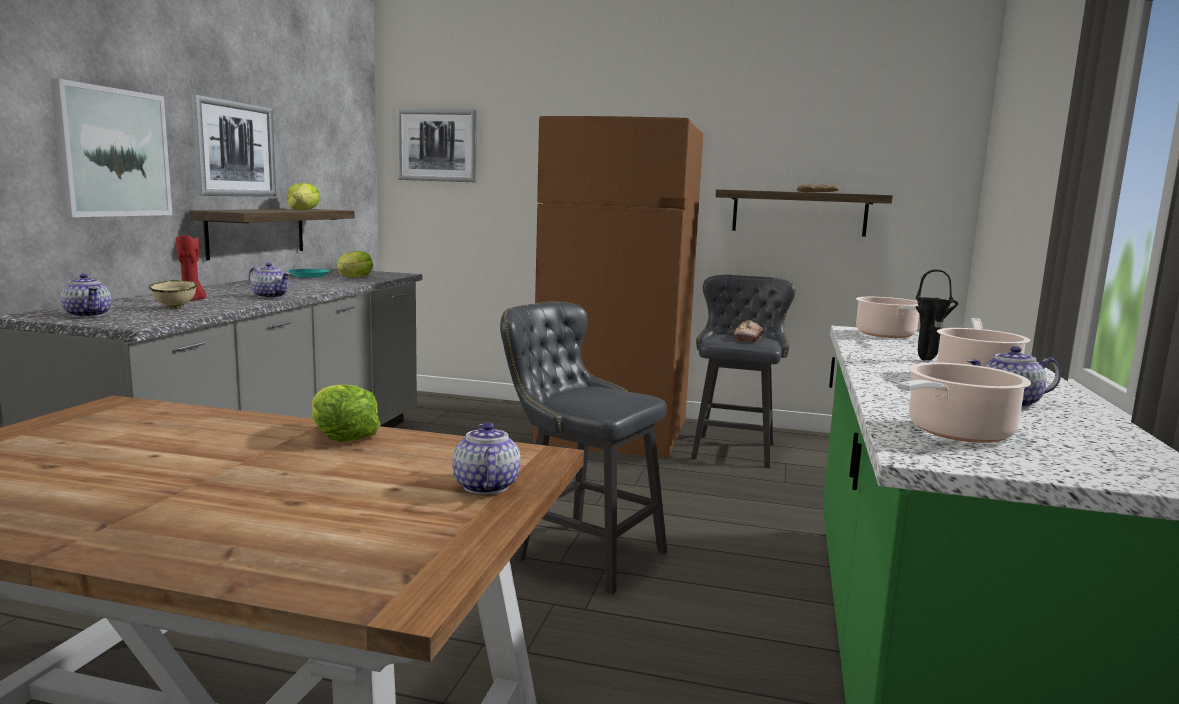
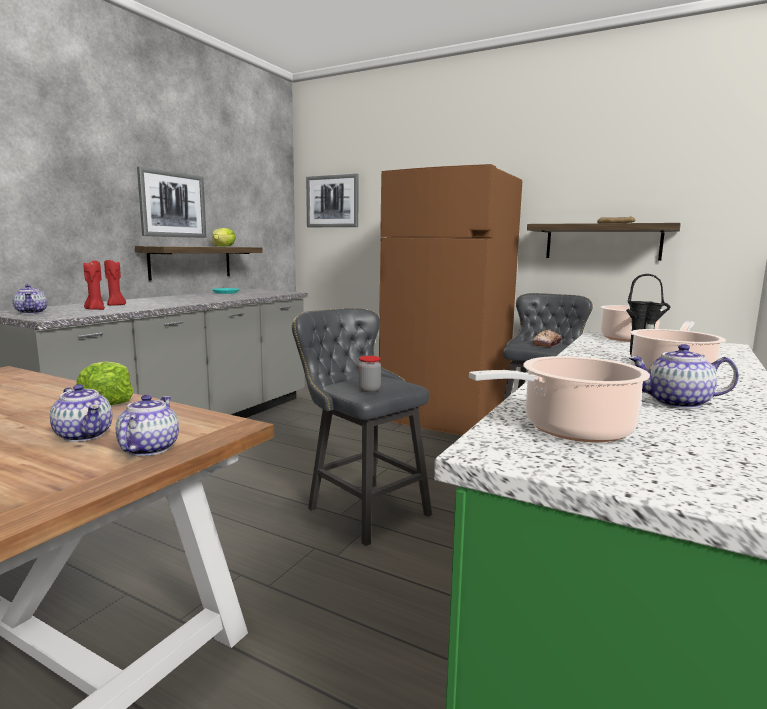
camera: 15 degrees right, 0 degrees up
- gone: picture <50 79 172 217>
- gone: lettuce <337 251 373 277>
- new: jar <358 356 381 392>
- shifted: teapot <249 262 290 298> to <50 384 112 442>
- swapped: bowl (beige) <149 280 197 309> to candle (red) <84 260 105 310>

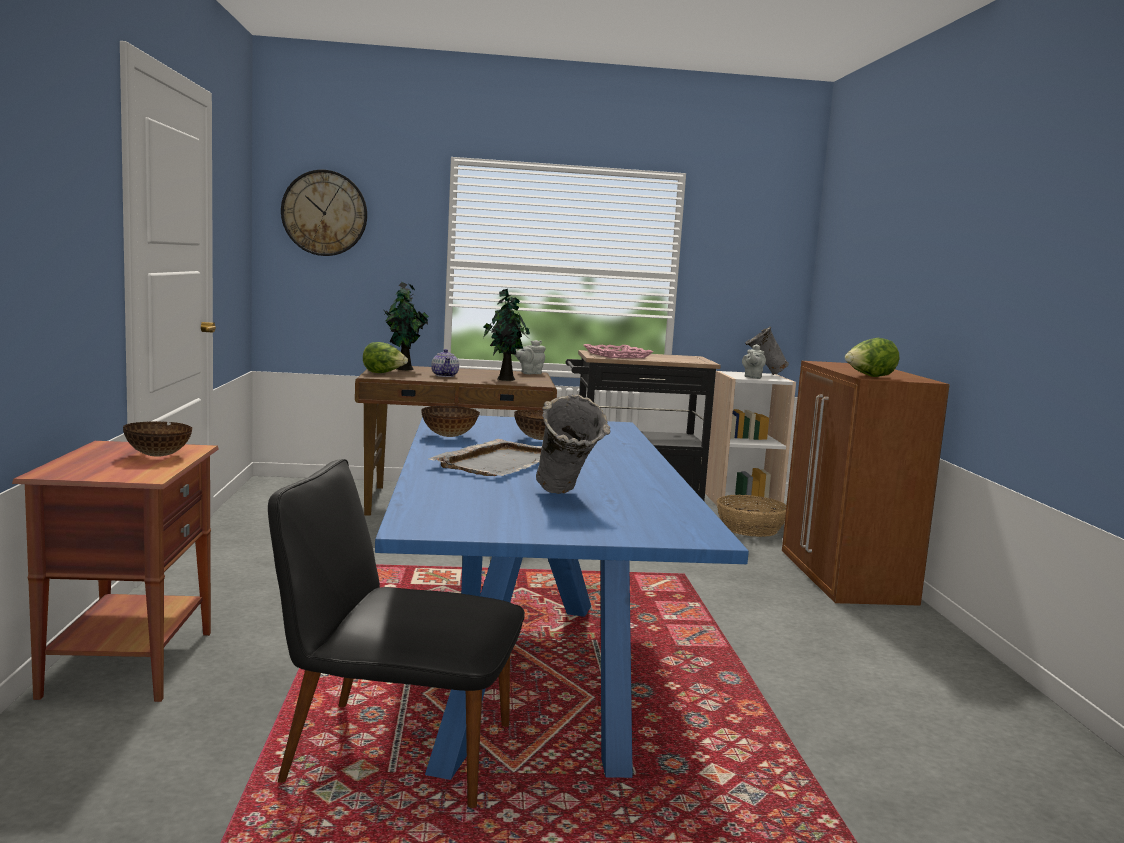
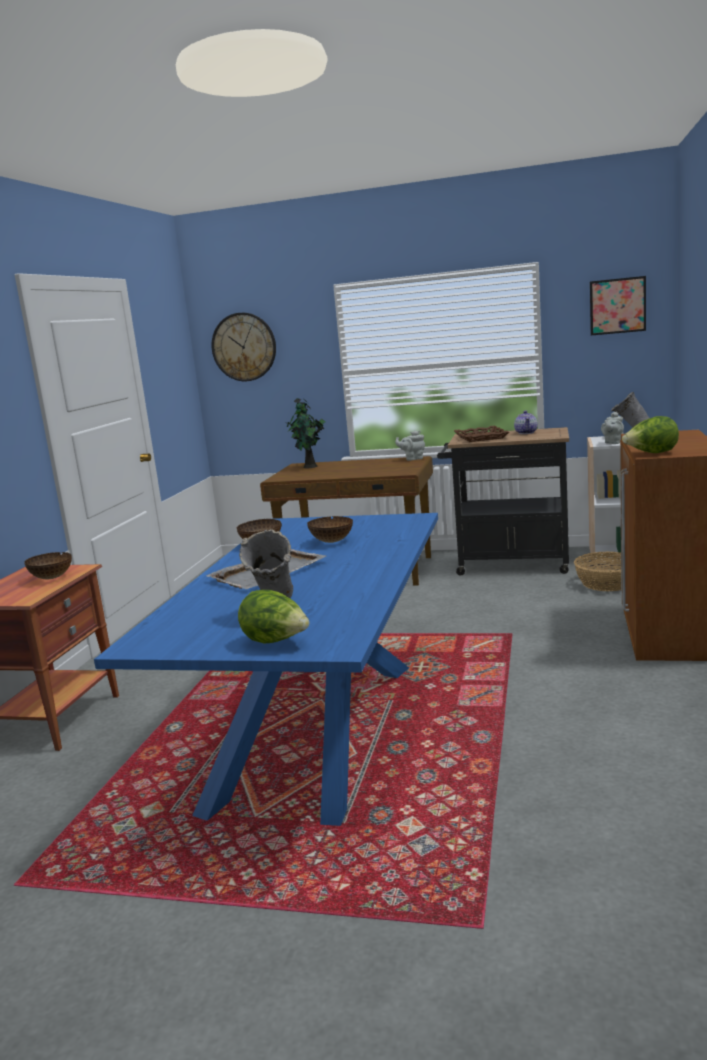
camera: 20 degrees right, 5 degrees up
- gone: chair (black) <268 459 525 808>
- gone: potted plant <483 289 530 381>
- new: picture <590 276 646 335>
- shifted: lettuce <363 342 408 373> to <238 590 309 643>
- shifted: teapot <431 349 459 377> to <514 411 538 434>
- repainted: tray (pink) <583 344 653 358> to tray (brown) <454 426 509 442>

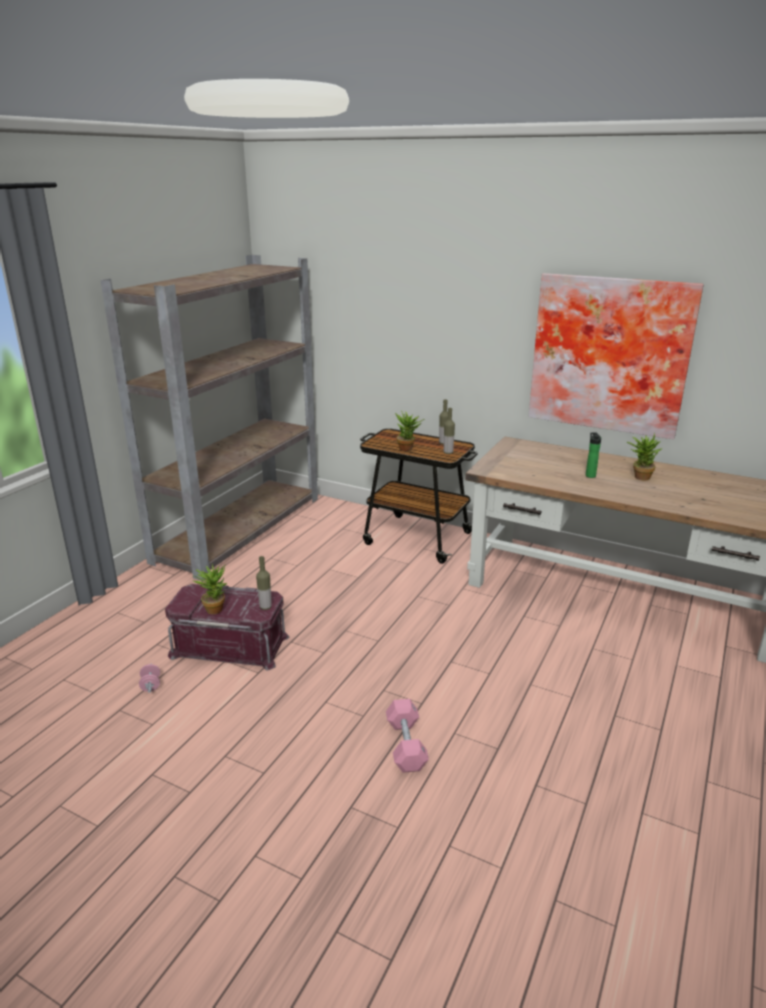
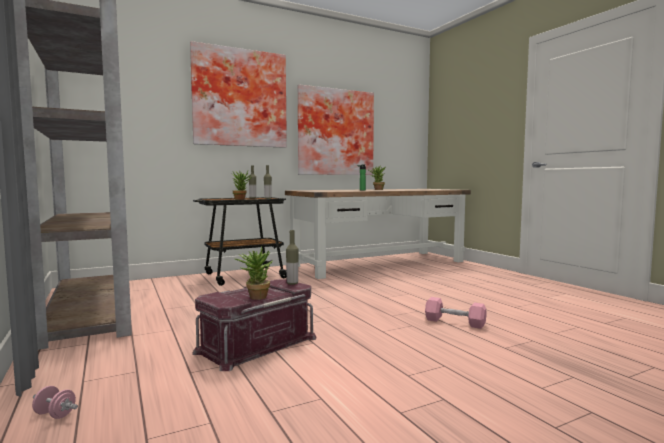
camera: 55 degrees left, 20 degrees down
- new: picture <190 41 287 148>
- shifted: dumbbell (pink) <139 664 160 693> to <32 386 78 419>

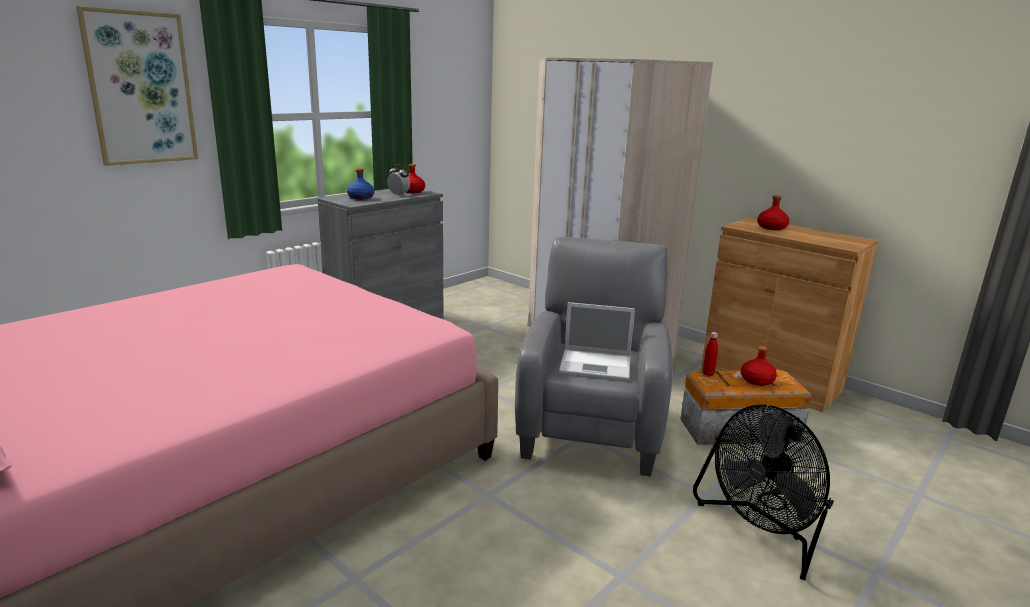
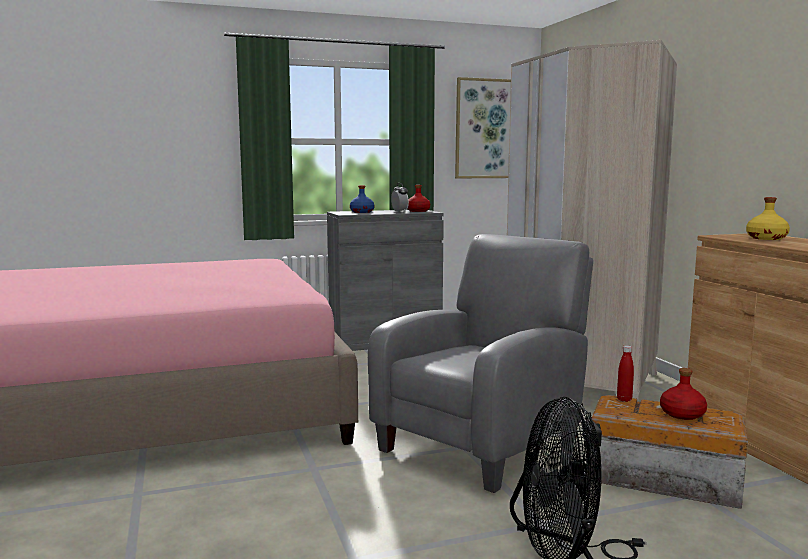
camera: 30 degrees right, 10 degrees down
- gone: laptop <559 302 635 381>
- shifted: picture <76 6 198 166> to <455 77 511 178>
- repainted: bottle (red) <757 196 789 230> to bottle (yellow) <746 197 790 240>

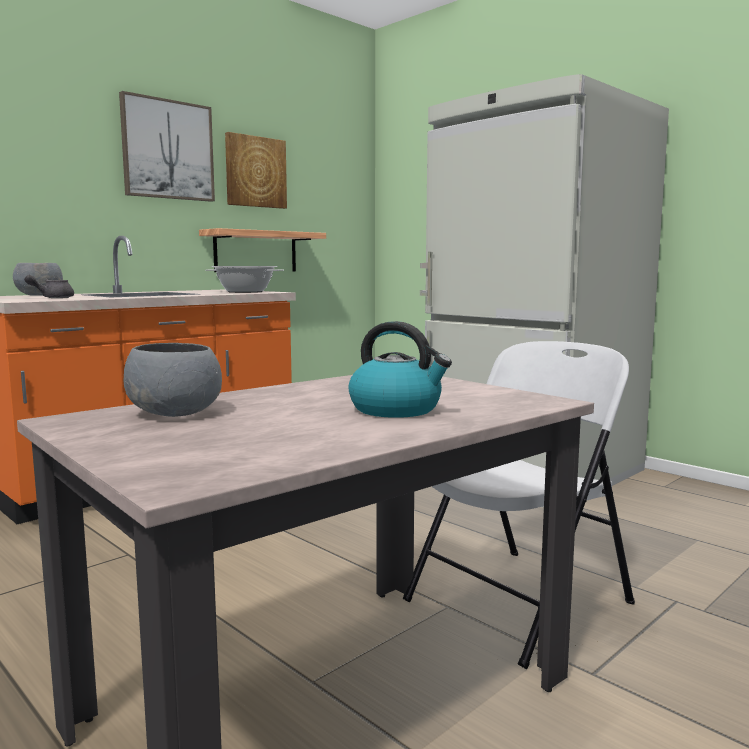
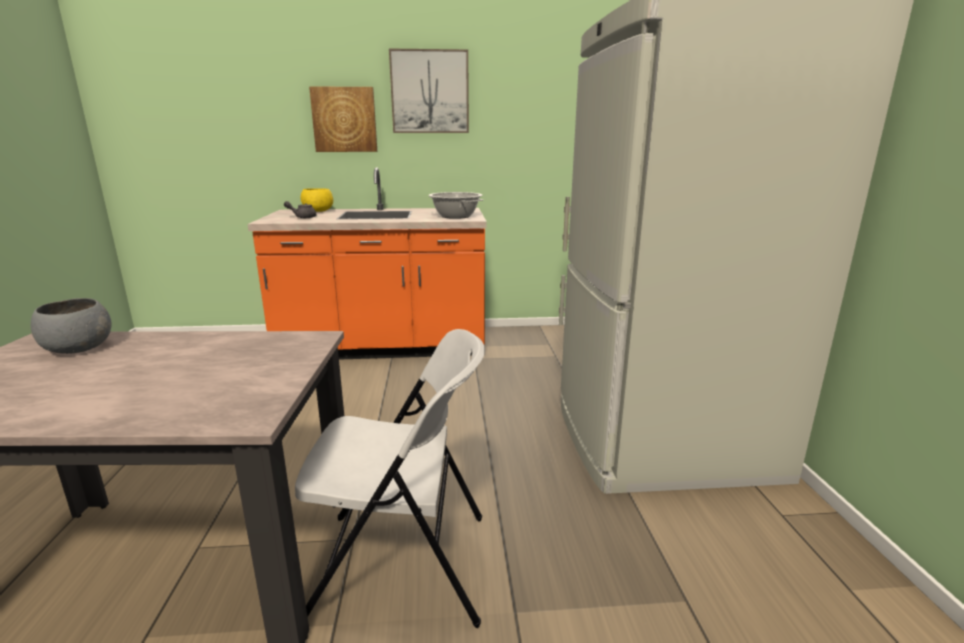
camera: 40 degrees right, 10 degrees up
- gone: shelf <199 228 326 272>
- gone: kettle <348 321 452 418>
- shifted: picture <225 132 287 209> to <309 86 377 152>
- repainted: bowl (grey) <13 263 63 296> to bowl (yellow) <301 188 333 212>

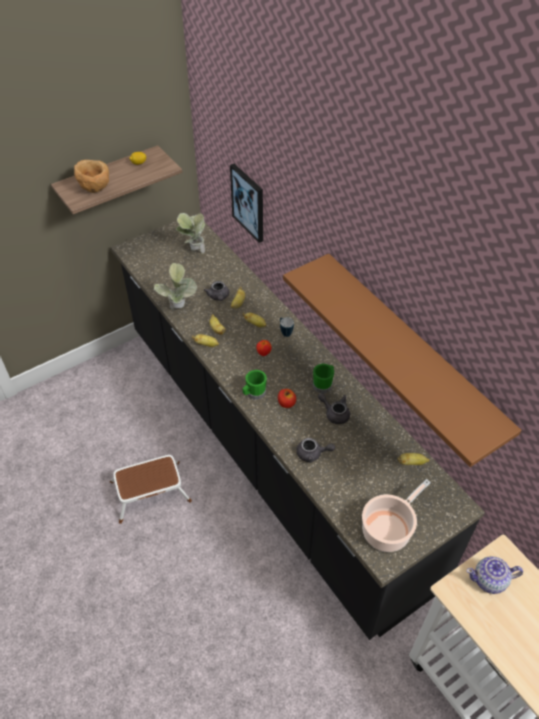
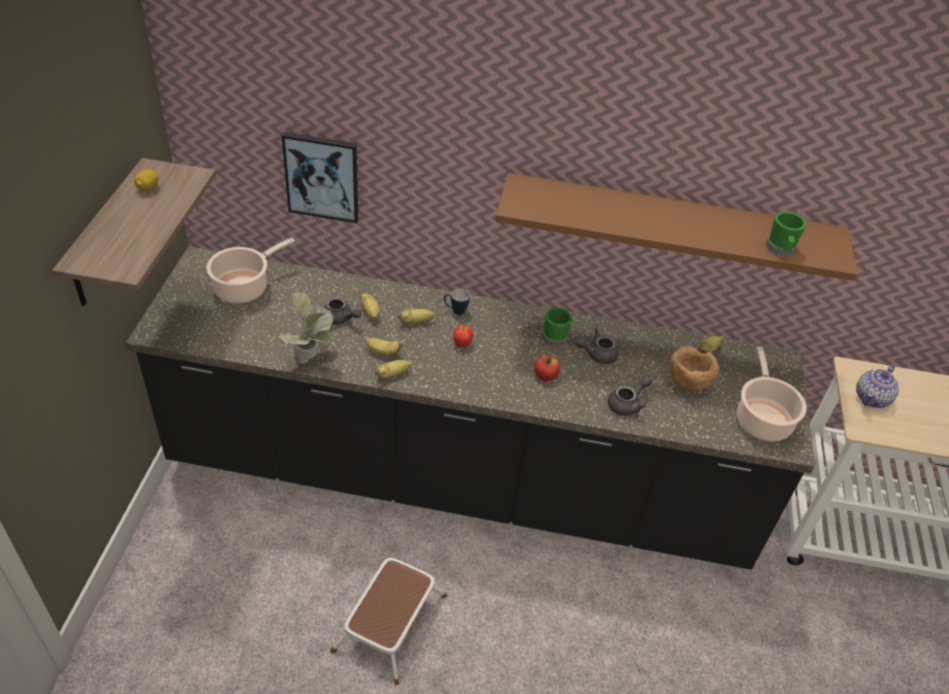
camera: 50 degrees left, 5 degrees down
- shifted: bowl (brown) <74 160 109 193> to <669 346 719 391>
- shifted: mug (green) <242 370 267 400> to <766 211 807 256>
- swapped: potted plant <176 213 205 254> to cooking pot <207 238 295 303>

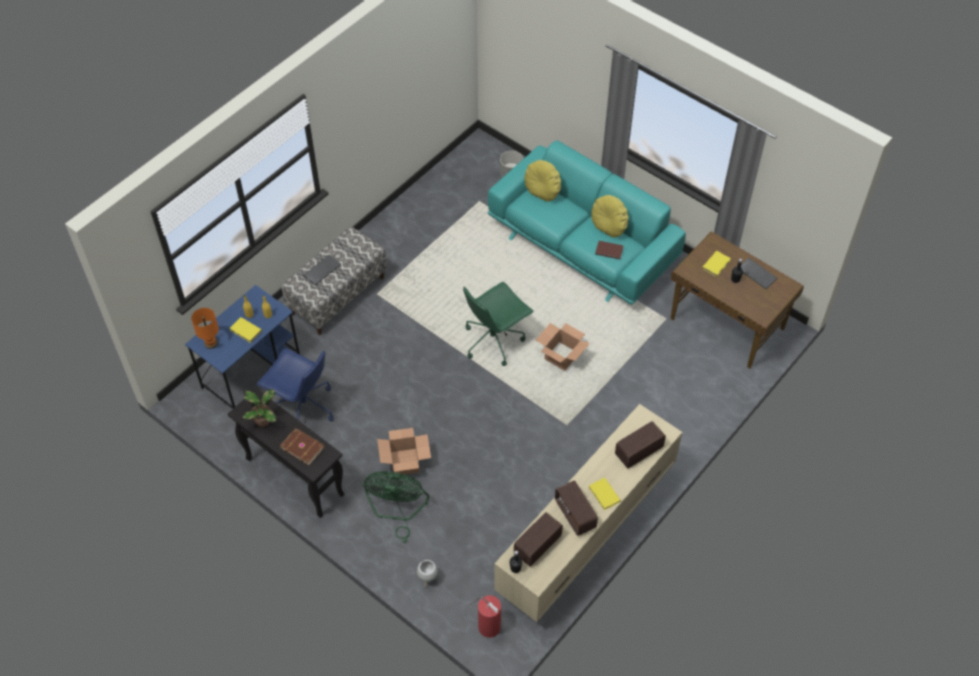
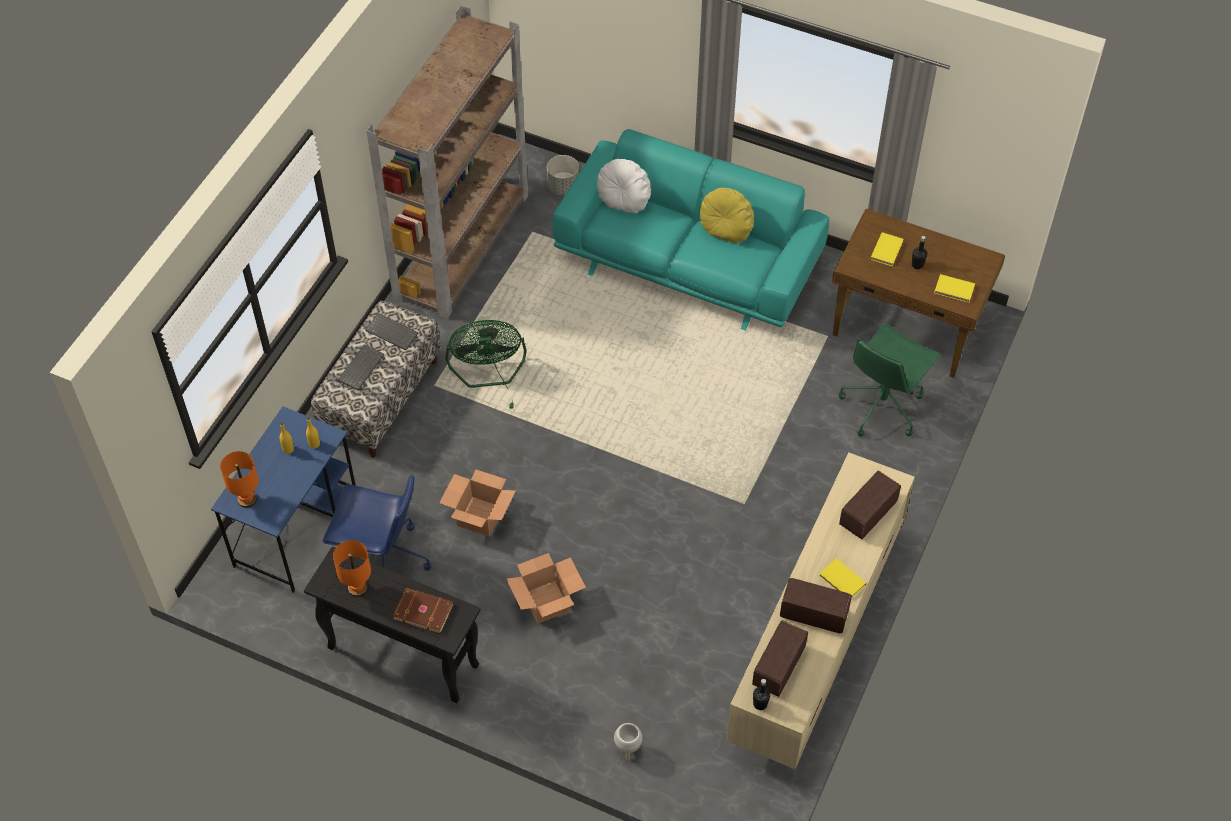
camera: 15 degrees left, 0 degrees up
- gone: fire extinguisher <469 595 501 638>
- gone: book (brown) <595 241 624 259>
- new: bookcase (brown) <366 6 528 319>
- shifted: book (yellow) <229 317 262 343> to <934 274 975 303>
- shifted: fan (green) <362 472 429 543> to <445 320 527 410>
- shifted: office chair (green) <463 282 534 366> to <839 324 941 437>
- shifted: cardboard box <536 323 590 371> to <439 470 516 536>
- shifted: keyboard <741 258 777 289> to <365 313 419 350>
- swapped: potted plant <243 389 277 427> to table lamp (orange) <333 540 371 597>
- repainted: pillow (yellow) <525 160 561 202> to pillow (white) <597 159 651 214>
- rotated: radio <555 480 598 536> = <780 578 852 633> 150 degrees clockwise

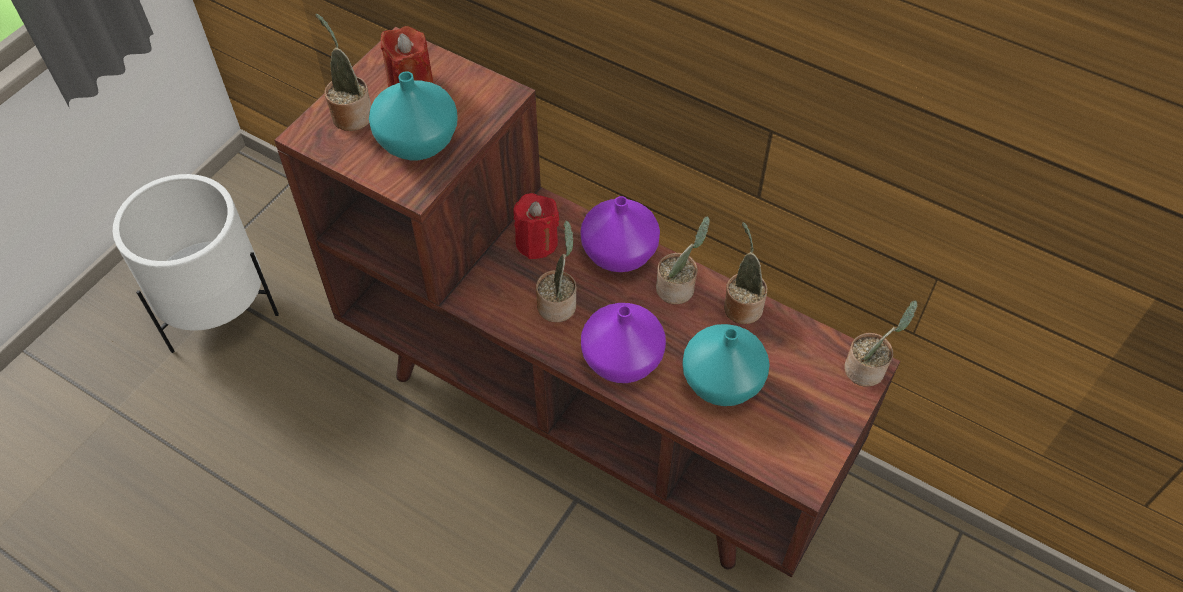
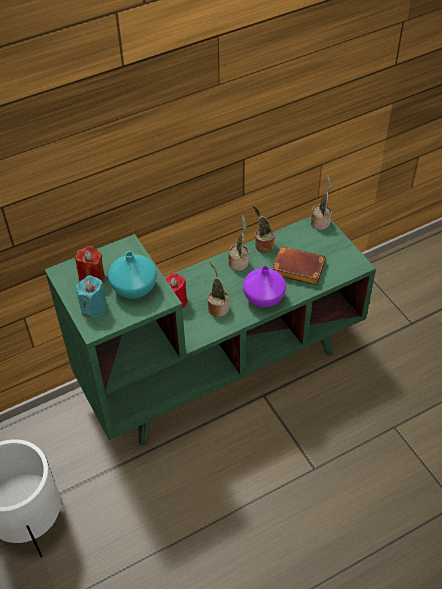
camera: 60 degrees left, 5 degrees down
- gone: vase (purple) <580 196 660 272>
- swapped: potted plant <315 14 371 131> to candle (turquoise) <76 276 107 317>
- swapped: vase (turquoise) <682 324 770 406> to book (brown) <272 246 326 285>
- repainted: tv stand (brown) <274 27 900 578> to tv stand (green) <44 216 376 445>

